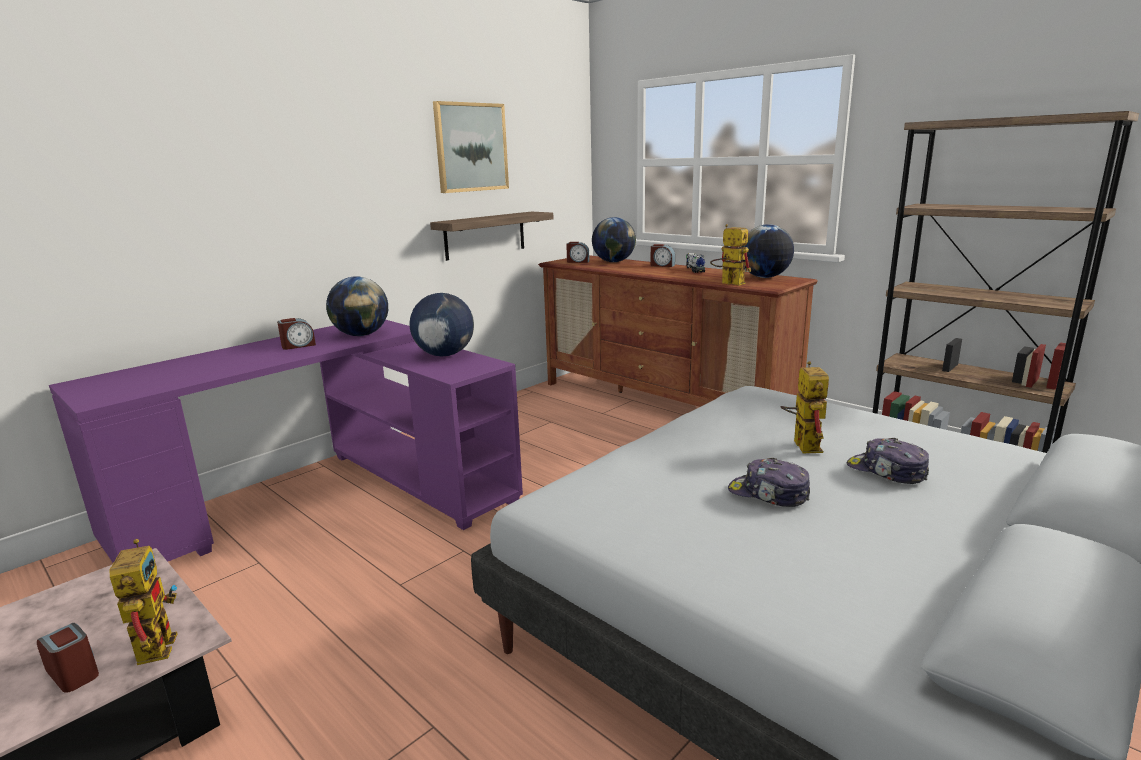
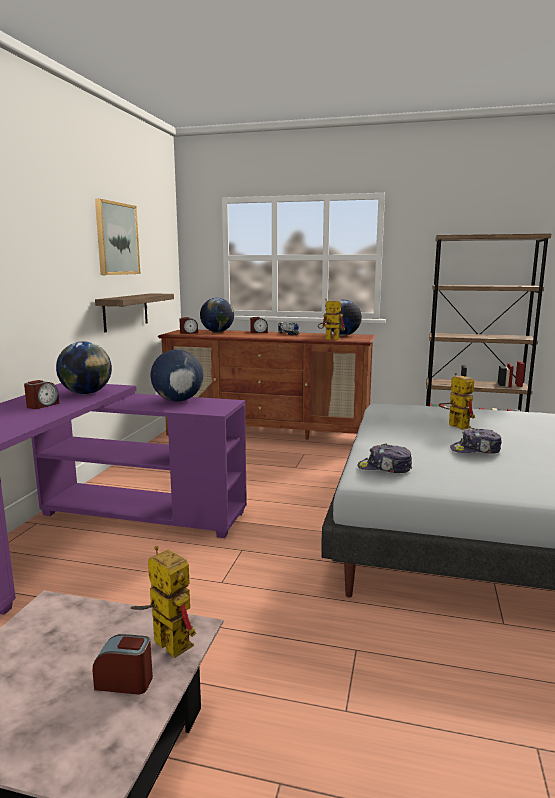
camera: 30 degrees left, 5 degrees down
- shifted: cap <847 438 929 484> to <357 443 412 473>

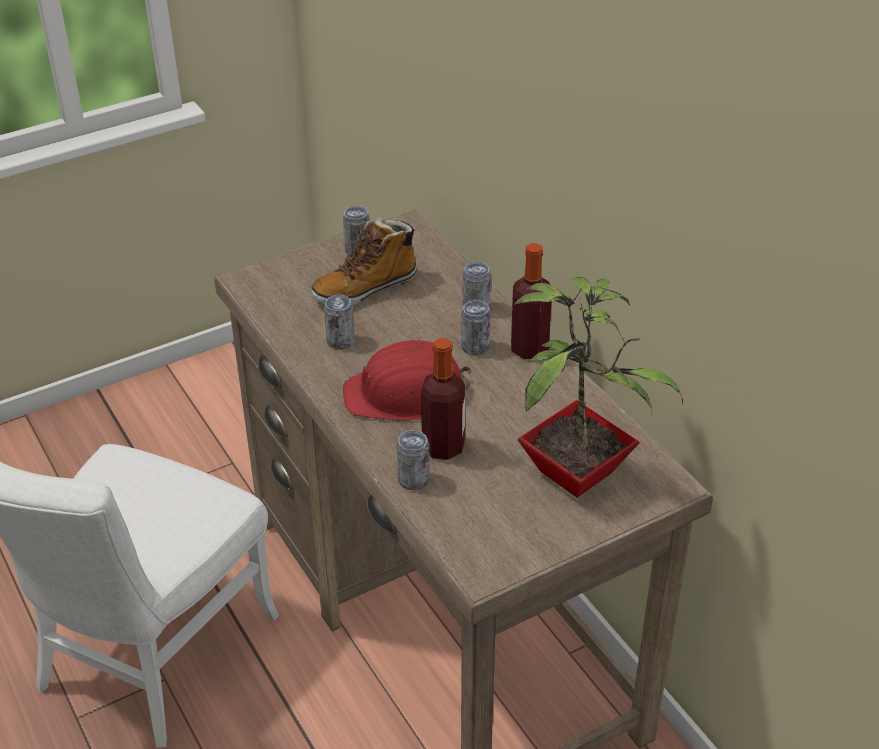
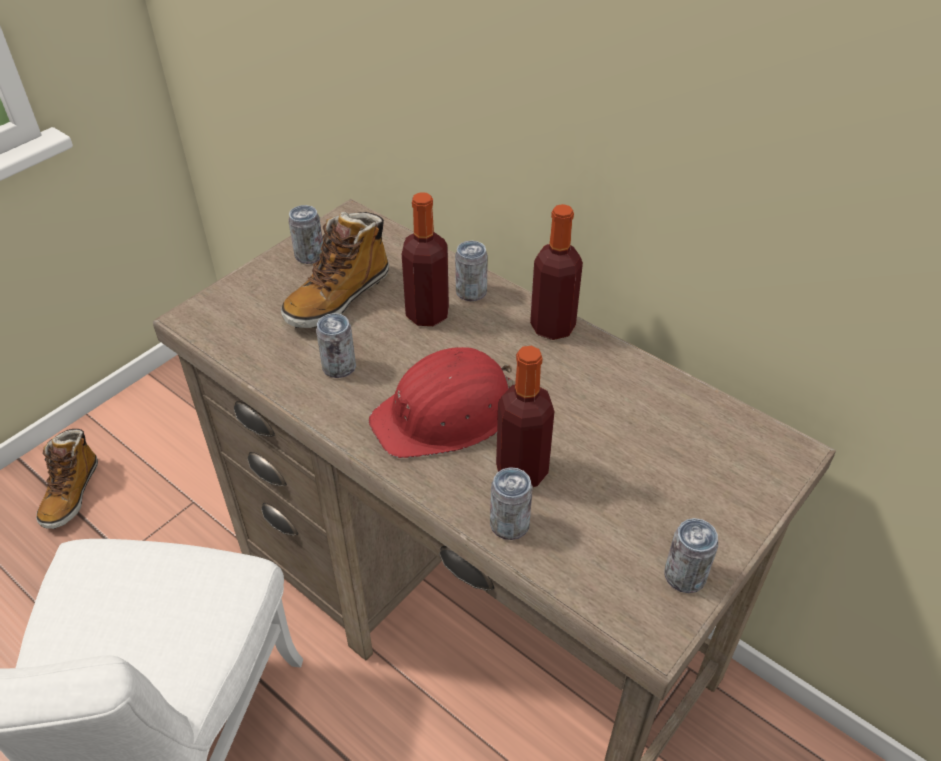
camera: 20 degrees left, 5 degrees up
- gone: potted plant <513 277 683 498>
- new: boot <36 429 98 529>
- new: bottle <402 192 449 326>
- shifted: can <461 300 490 355> to <664 518 718 593>

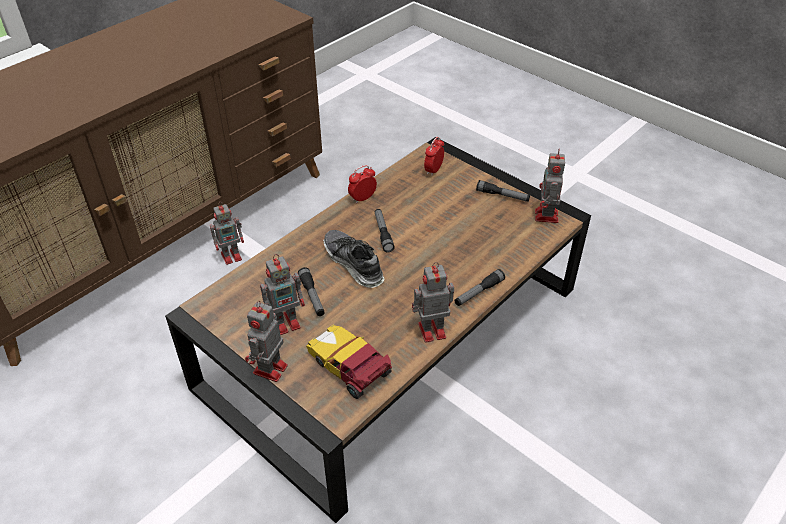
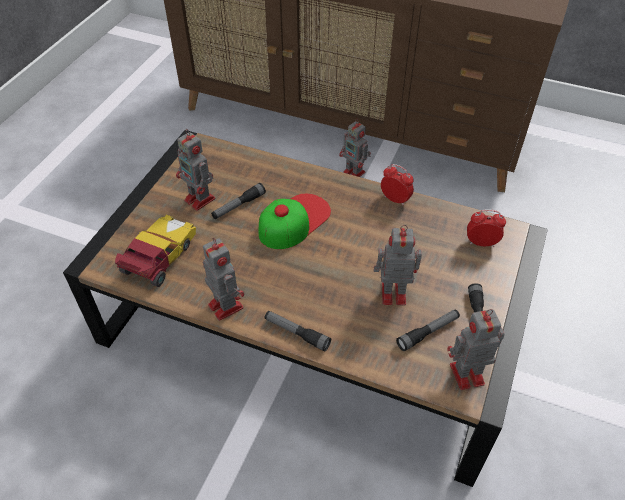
camera: 70 degrees right, 5 degrees up
- shifted: toy robot <245 301 288 382> to <373 225 422 305>
- shifted: flashlight <375 209 395 252> to <396 309 460 351>
- swapped: shoe <323 230 384 288> to cap <259 194 331 249>

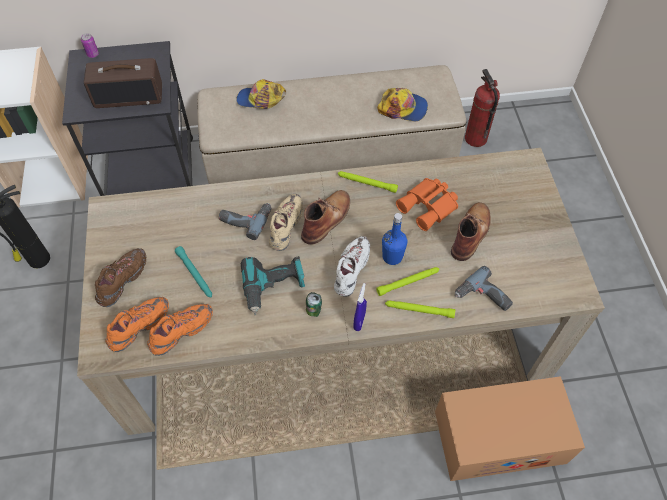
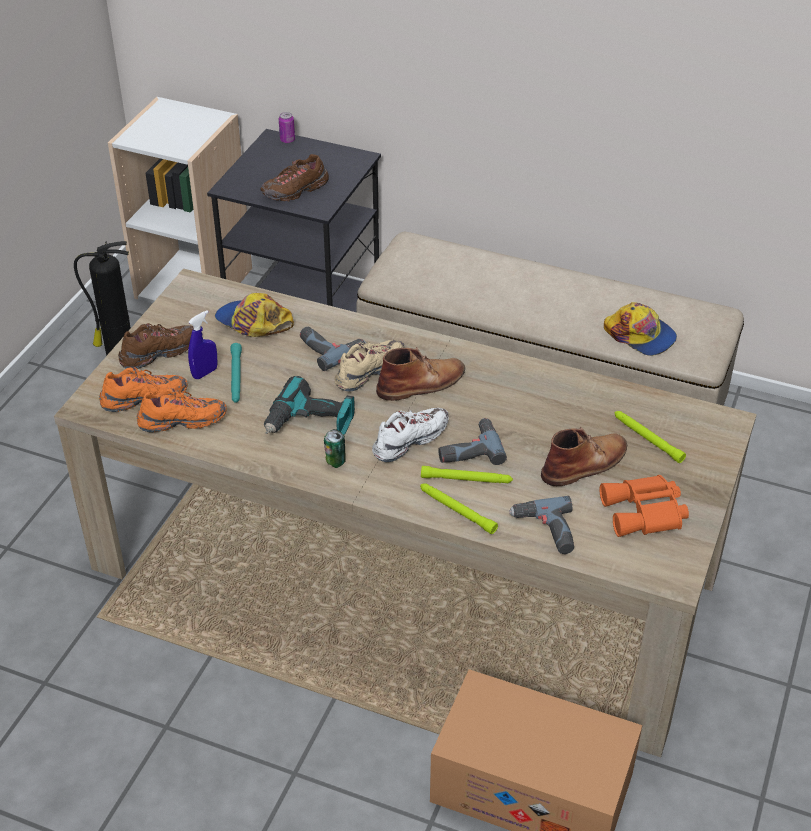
camera: 30 degrees right, 15 degrees down
- gone: fire extinguisher <465 69 500 147>
- shifted: cap <236 79 286 109> to <215 293 294 337>
- shifted: flashlight (green) <338 171 398 193> to <615 411 686 463>
- shifted: spray bottle (blue) <353 283 367 331> to <188 310 218 379>
- shifted: binoculars (orange) <396 178 458 231> to <600 475 689 537>
- swapped: radio <84 58 162 108> to shoe (brown) <260 154 329 202>
- swapped: bottle (blue) <382 213 407 265> to power drill <438 418 507 465>

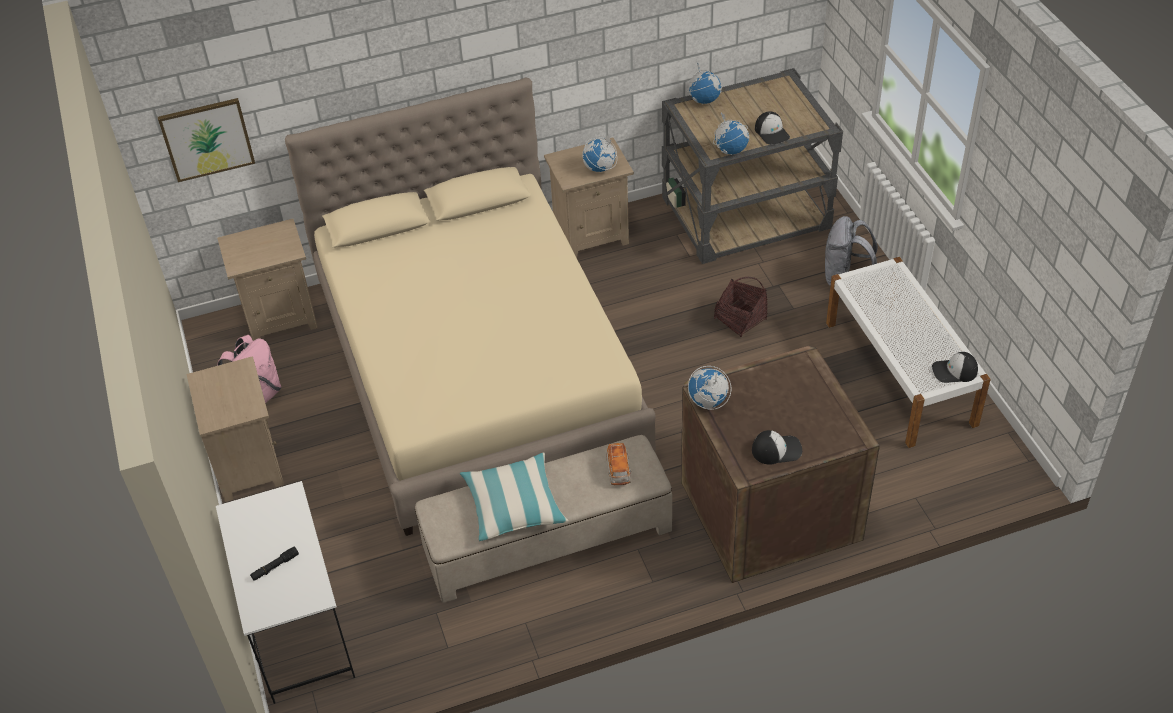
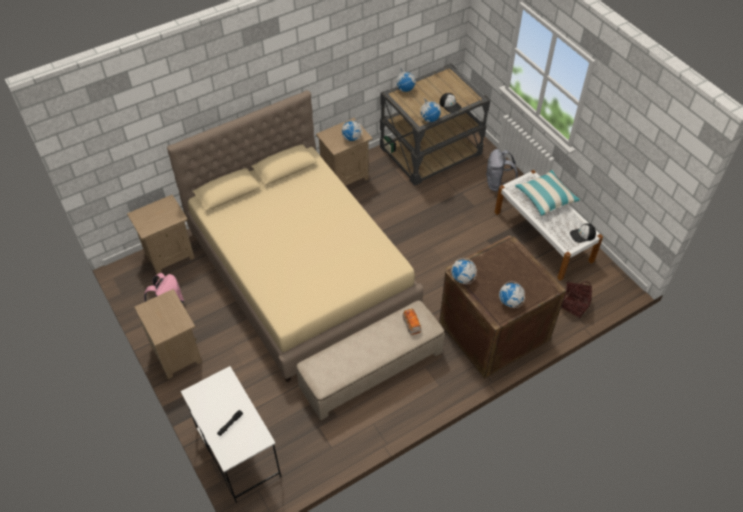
camera: 15 degrees left, 5 degrees up
- gone: picture <158 98 255 182>
- shifted: pillow <460 453 568 541> to <515 170 581 216>
- shifted: basket <714 277 768 337> to <561 281 592 318>
- swapped: cap <752 430 802 465> to globe <499 281 525 308>

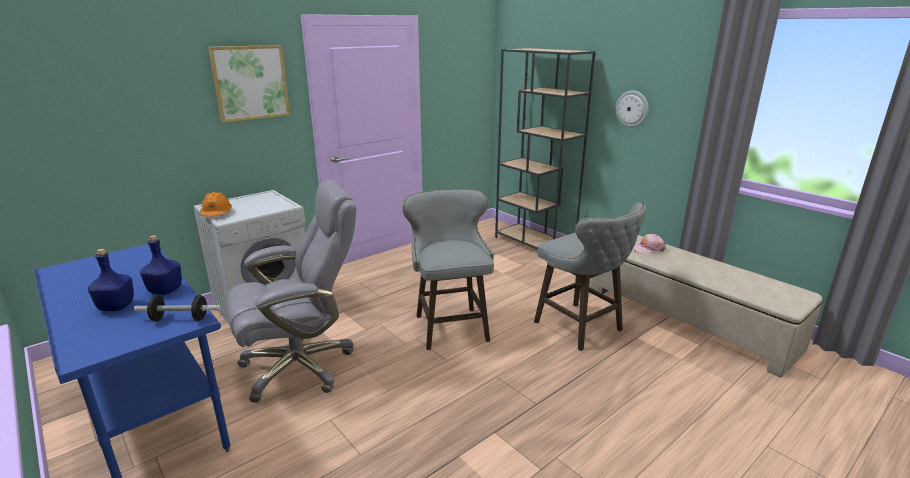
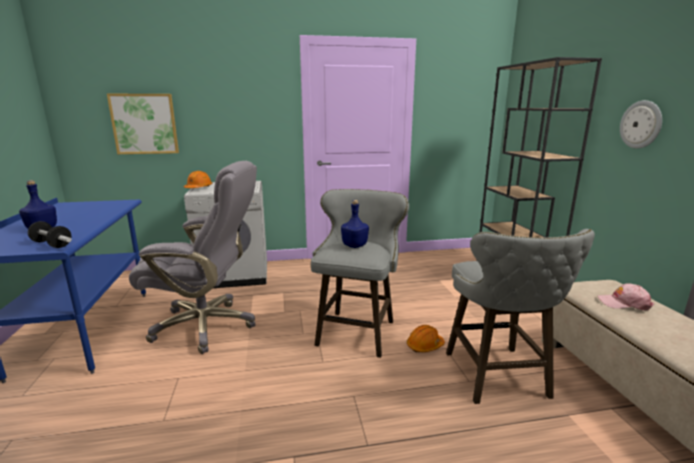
camera: 30 degrees right, 5 degrees down
- new: hard hat (orange) <407 325 445 353>
- shifted: bottle (blue) <140 235 182 295> to <341 200 369 248>
- shifted: picture <208 45 290 122> to <107 94 179 154>

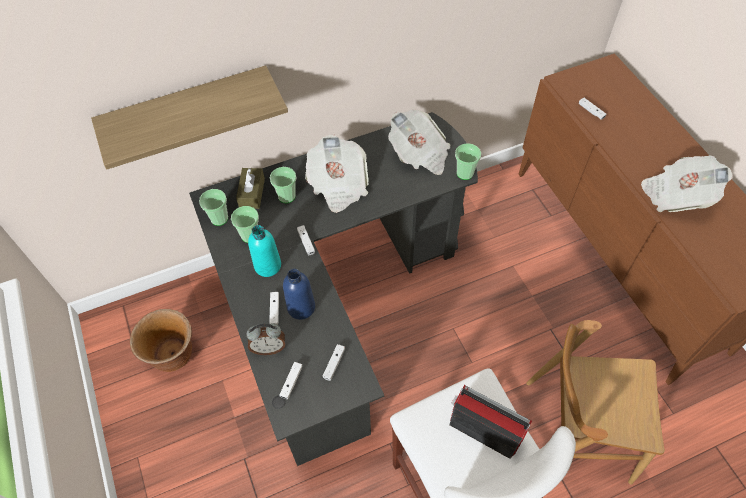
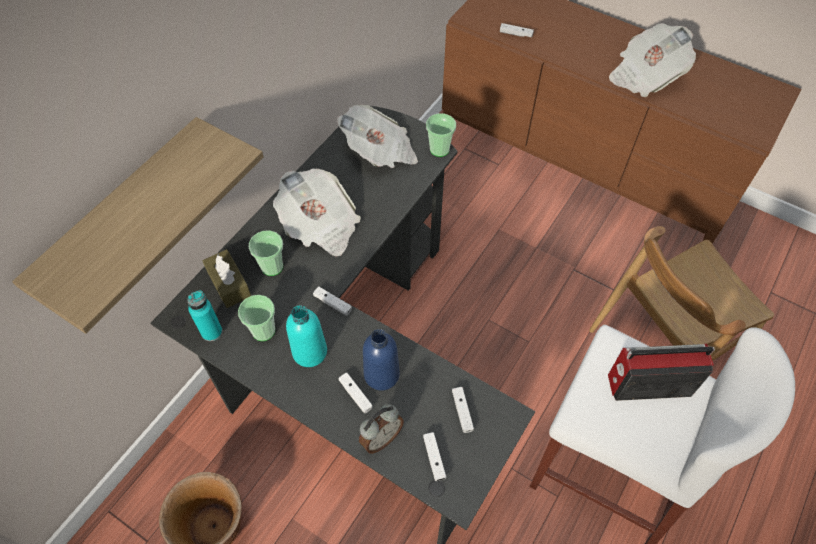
camera: 35 degrees left, 0 degrees up
- swapped: cup <199 189 228 226> to bottle (turquoise) <187 290 222 341>

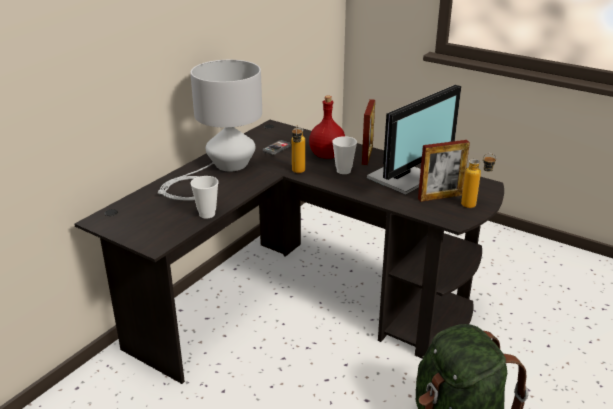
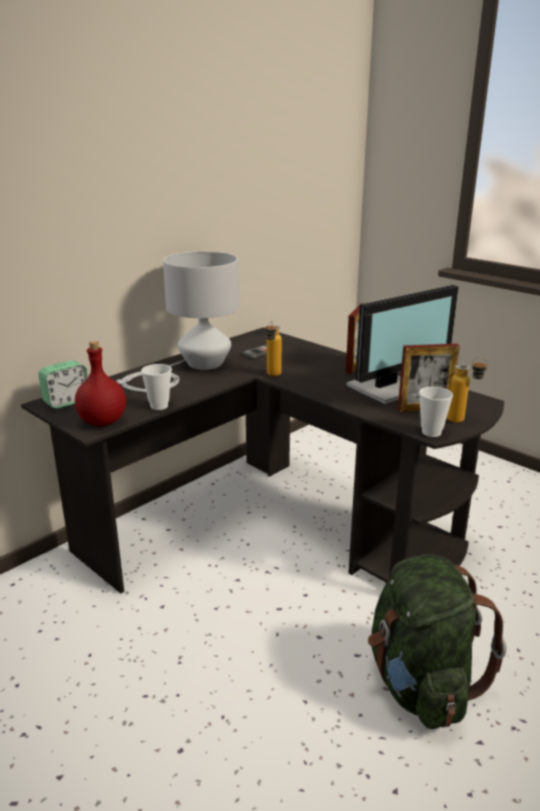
camera: 10 degrees right, 5 degrees down
- new: alarm clock <38 360 88 409>
- shifted: bottle (red) <309 96 345 159> to <75 341 126 426>
- shifted: cup <332 136 357 174> to <419 387 453 437>

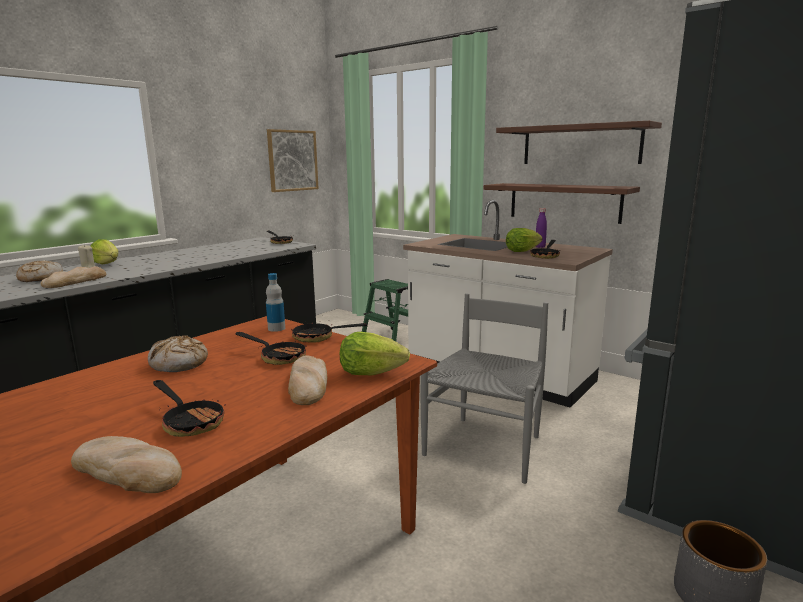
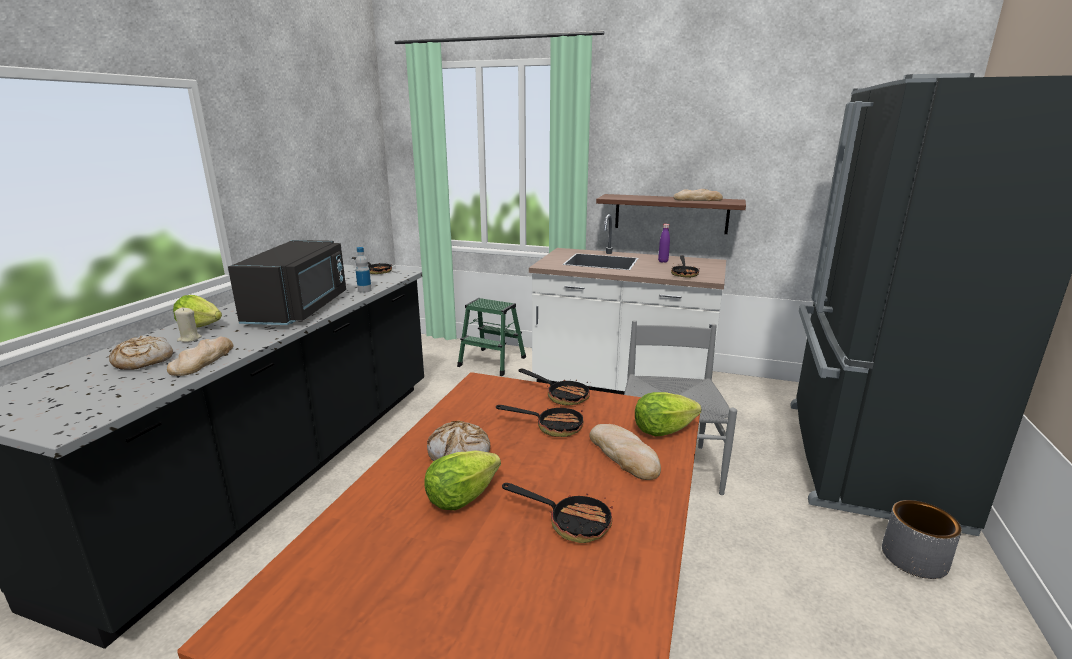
camera: 20 degrees left, 5 degrees up
- gone: picture <267 129 319 192>
- gone: shelf <496 121 662 164>
- new: microwave (black) <228 240 346 325>
- shifted: bread <71 436 182 493> to <674 189 723 201>
- shifted: bottle <266 273 285 332> to <355 247 372 293>
- shifted: lettuce <506 228 542 252> to <424 450 501 510>
- rotated: frying pan <291 321 368 342> = <519 369 591 406> 135 degrees counterclockwise

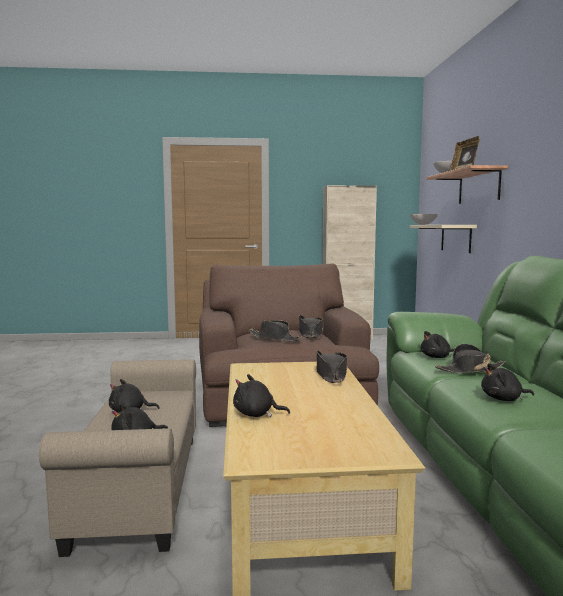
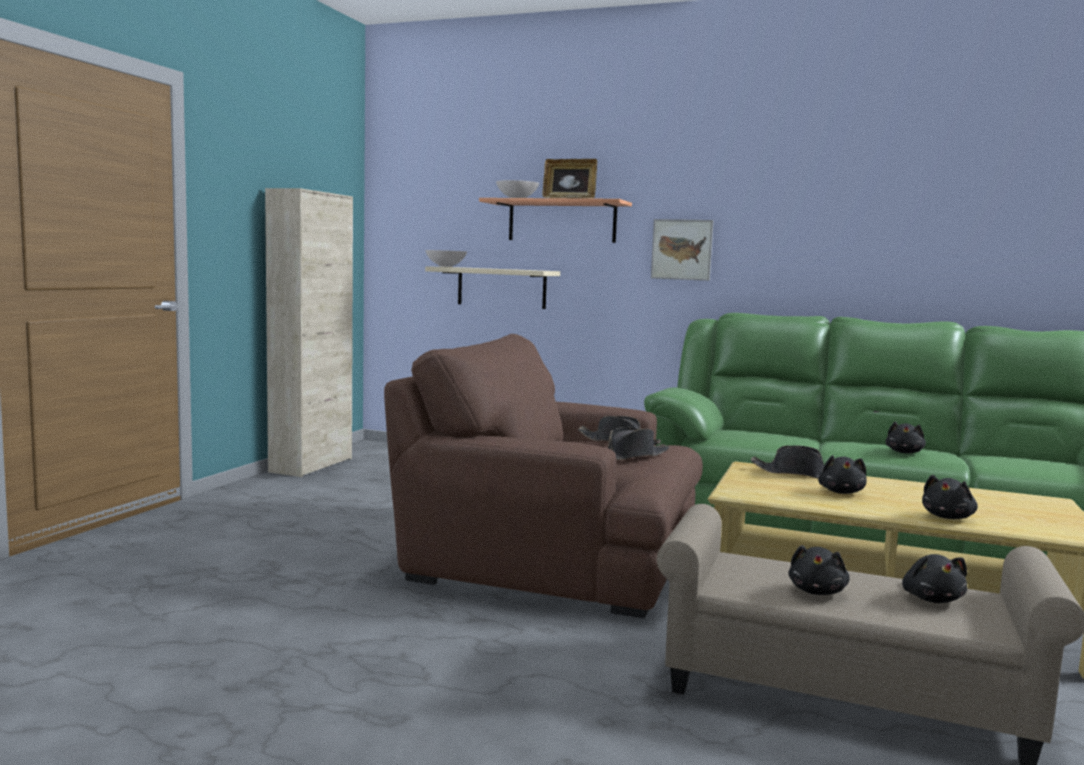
camera: 65 degrees left, 0 degrees up
- gone: hat (black) <435 344 506 373>
- new: picture <651 219 713 281>
- shifted: plush toy (black) <421 331 454 358> to <818 455 867 494>

